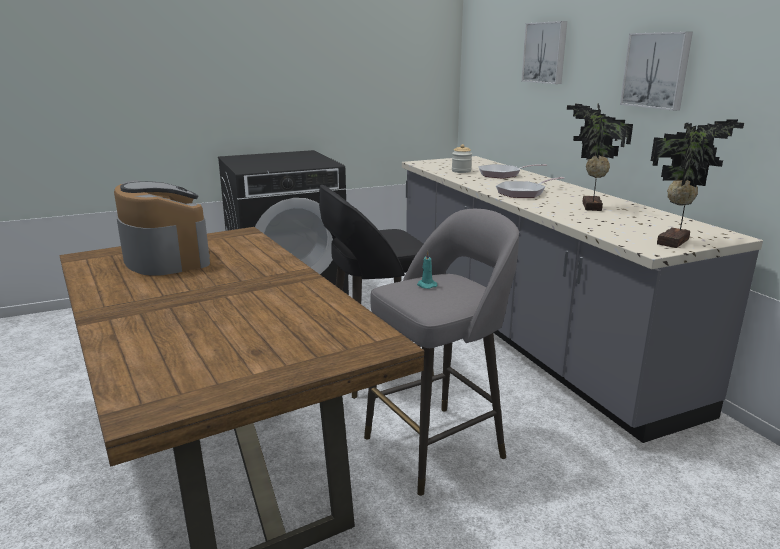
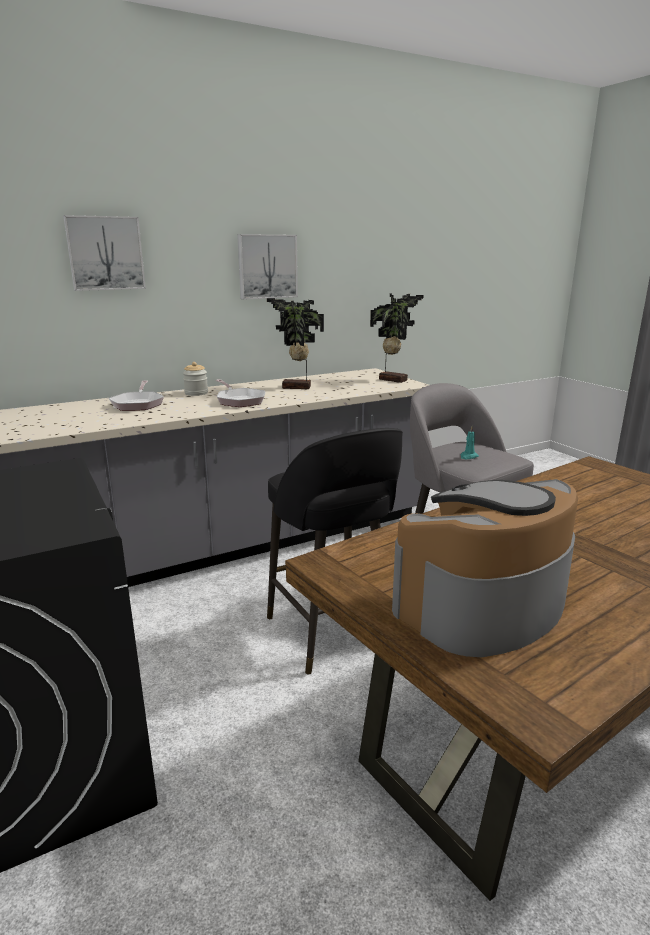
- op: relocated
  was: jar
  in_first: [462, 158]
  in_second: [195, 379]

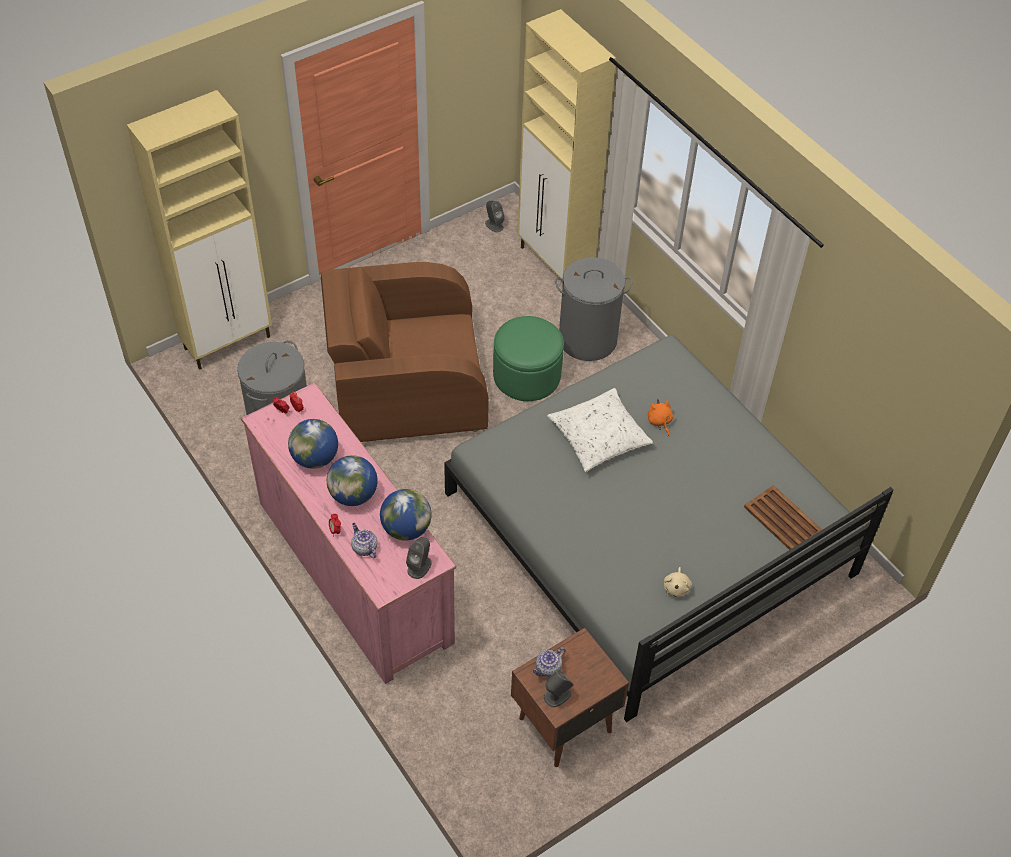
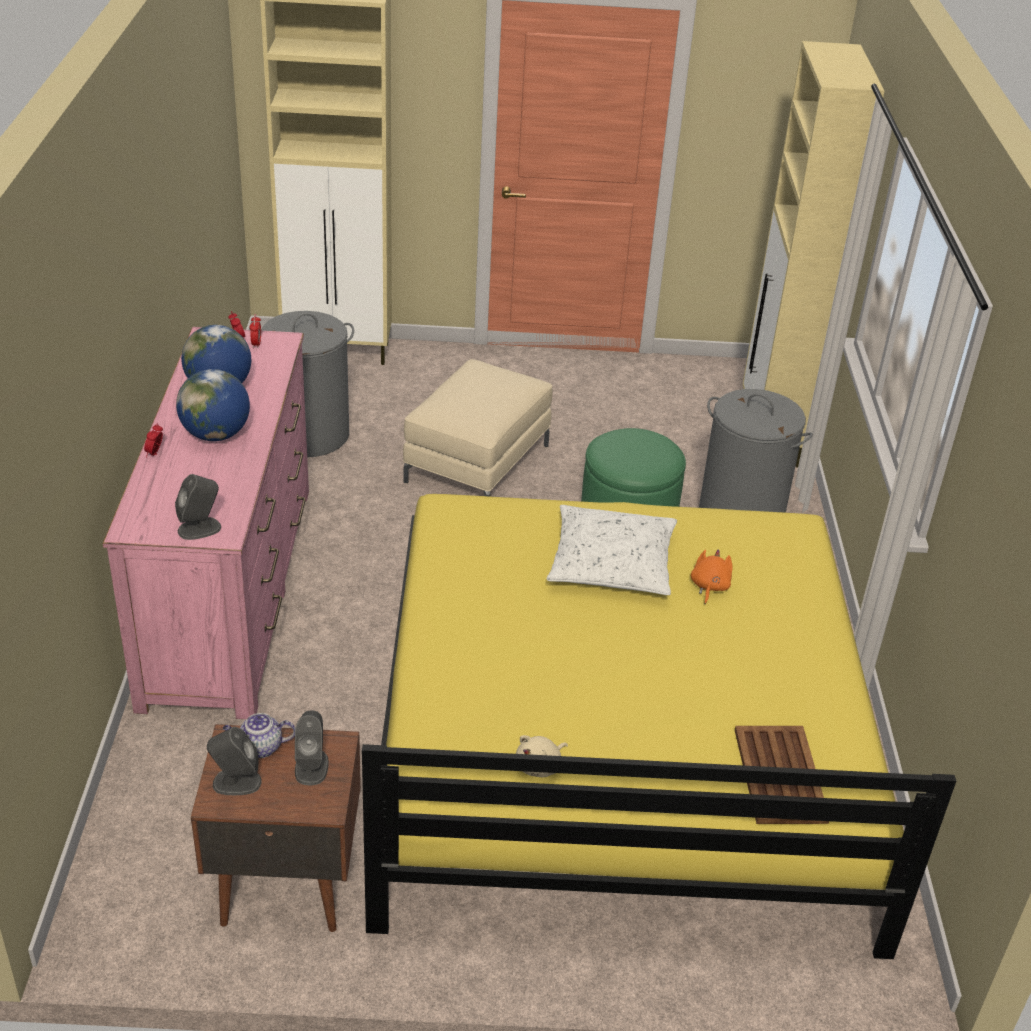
- op: missing
  was: teapot
  in_first: [364, 540]
- op: missing
  was: globe
  in_first: [406, 515]
- op: relocated
  was: speaker (grey)
  in_first: [495, 216]
  in_second: [312, 747]
- op: exchanged
  was: armchair (brown)
  now: ottoman (beige)
  in_first: [405, 352]
  in_second: [477, 427]
- op: colour
  was: bed (grey)
  now: bed (yellow)
  in_first: [669, 528]
  in_second: [659, 726]

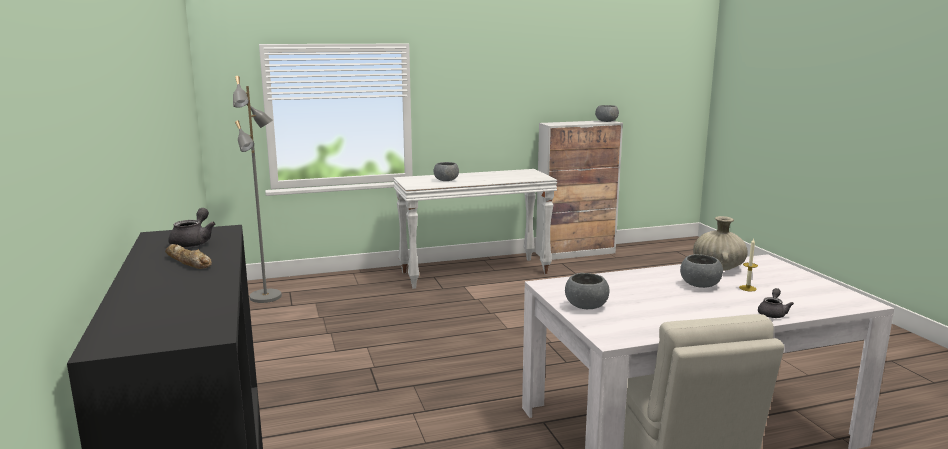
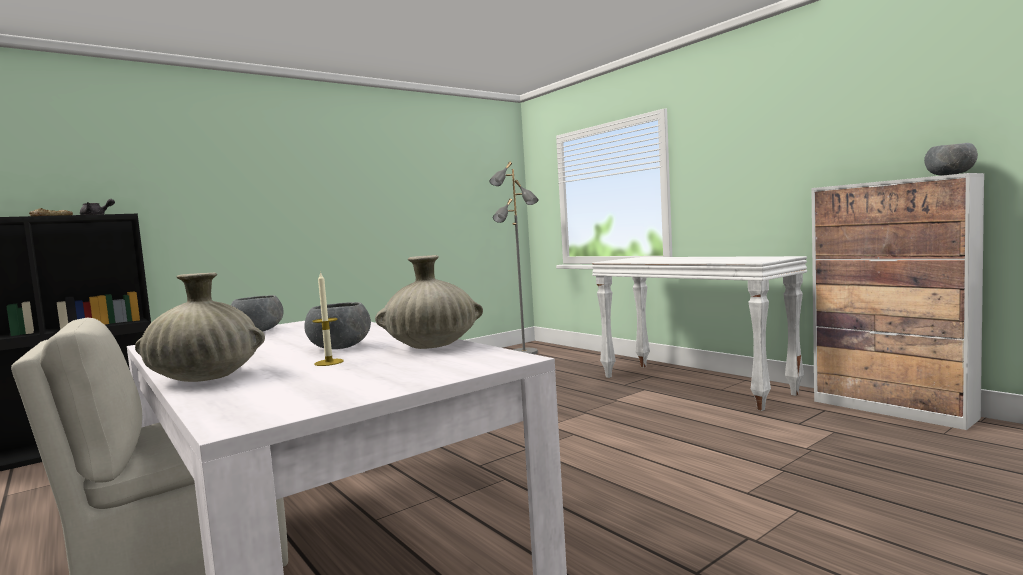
- op: missing
  was: bowl (grey)
  in_first: [446, 171]
- op: exchanged
  was: teapot (grey)
  now: vase (beige)
  in_first: [776, 303]
  in_second: [200, 327]

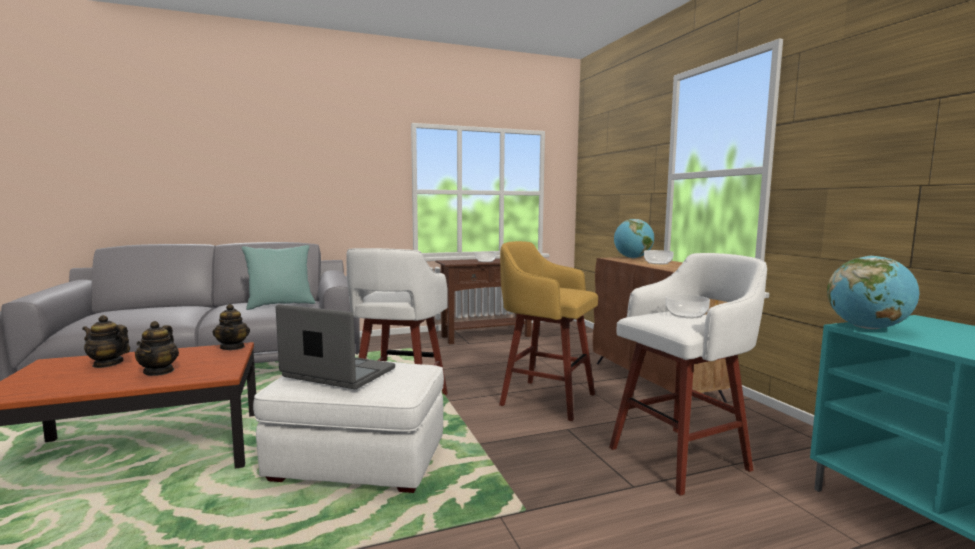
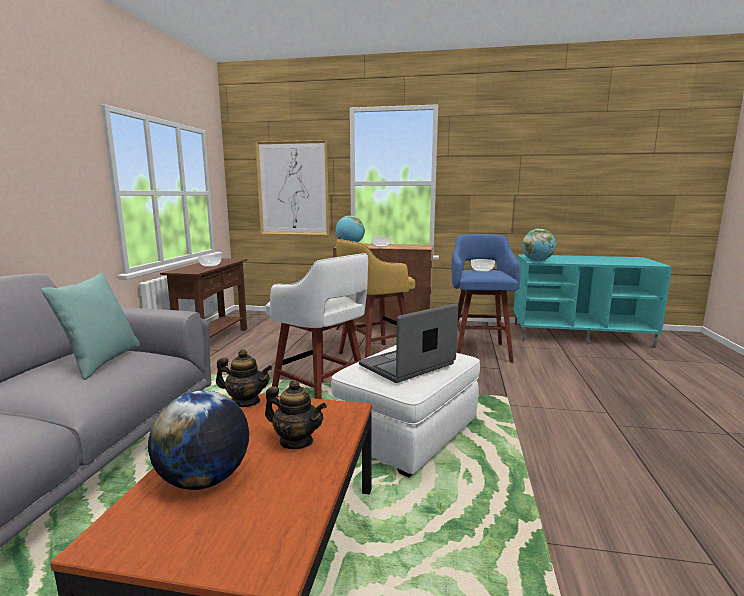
- op: appeared
  now: picture
  in_second: [292, 187]
- op: exchanged
  was: teapot
  now: globe
  in_first: [106, 341]
  in_second: [198, 440]
- op: colour
  was: stool (white)
  now: stool (blue)
  in_first: [688, 374]
  in_second: [486, 298]

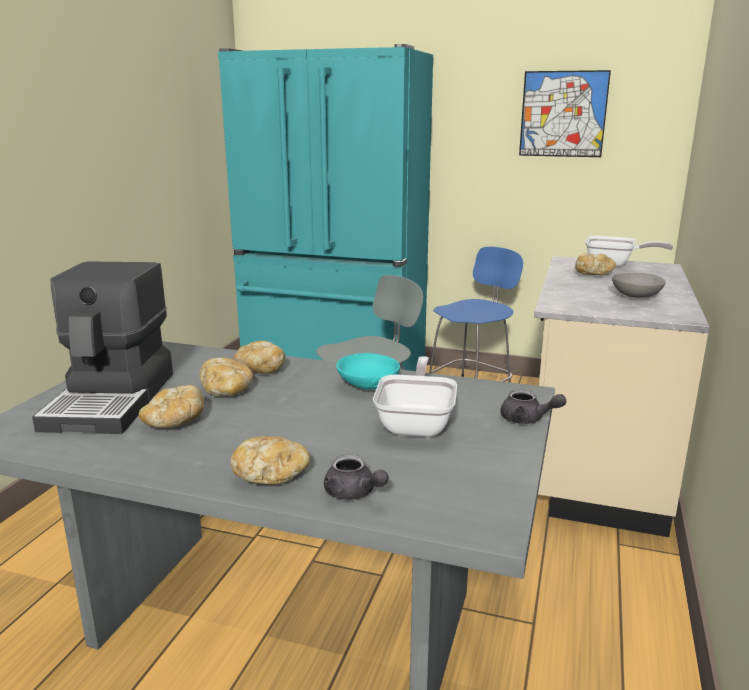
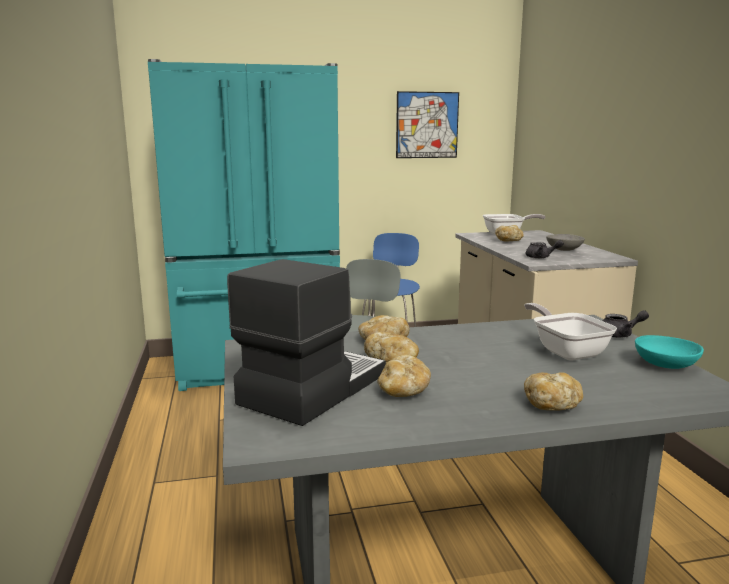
- op: relocated
  was: teapot (grey)
  in_first: [356, 477]
  in_second: [545, 249]
- op: relocated
  was: bowl (turquoise)
  in_first: [368, 371]
  in_second: [669, 352]
- op: spun
  was: coffee machine
  in_first: [102, 347]
  in_second: [306, 342]
  clockwise: -120

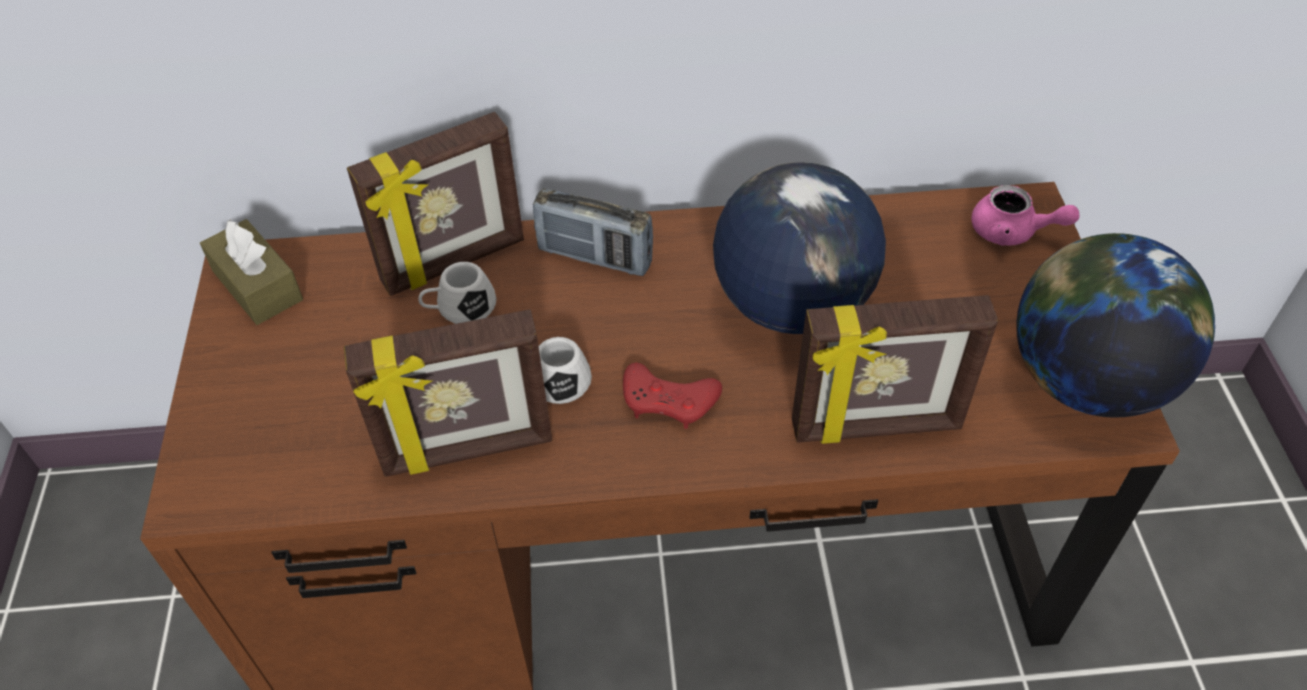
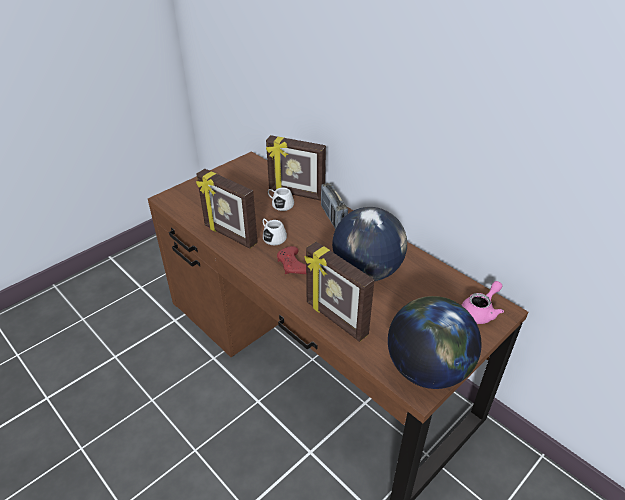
- op: missing
  was: tissue box (brown)
  in_first: [251, 272]
- op: spun
  was: teapot (pink)
  in_first: [1025, 215]
  in_second: [482, 302]
  clockwise: -120

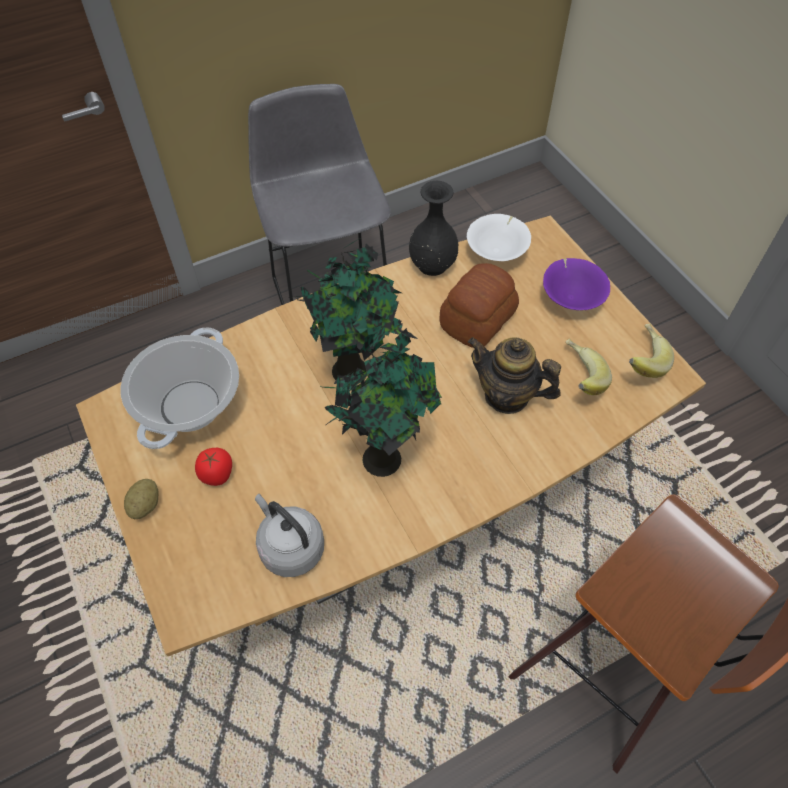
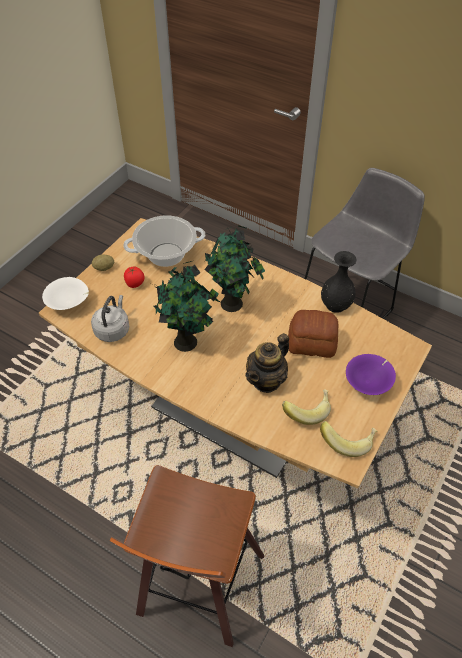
- op: relocated
  was: bowl (white)
  in_first: [499, 237]
  in_second: [65, 293]
- op: spun
  was: teapot
  in_first: [514, 375]
  in_second: [267, 363]
  clockwise: -135

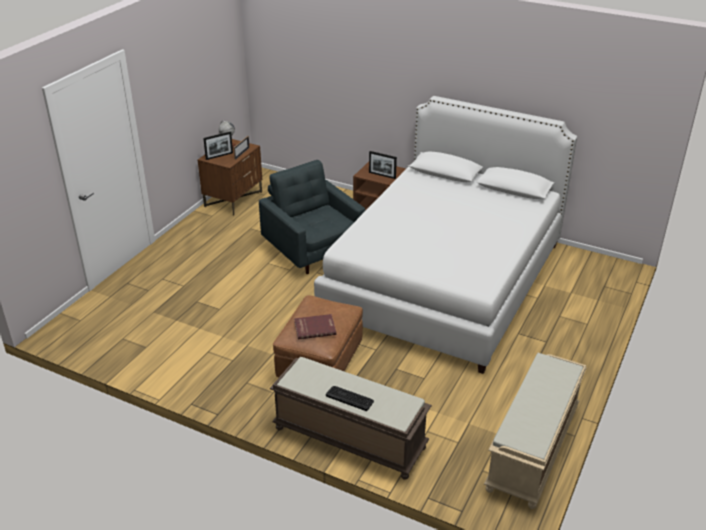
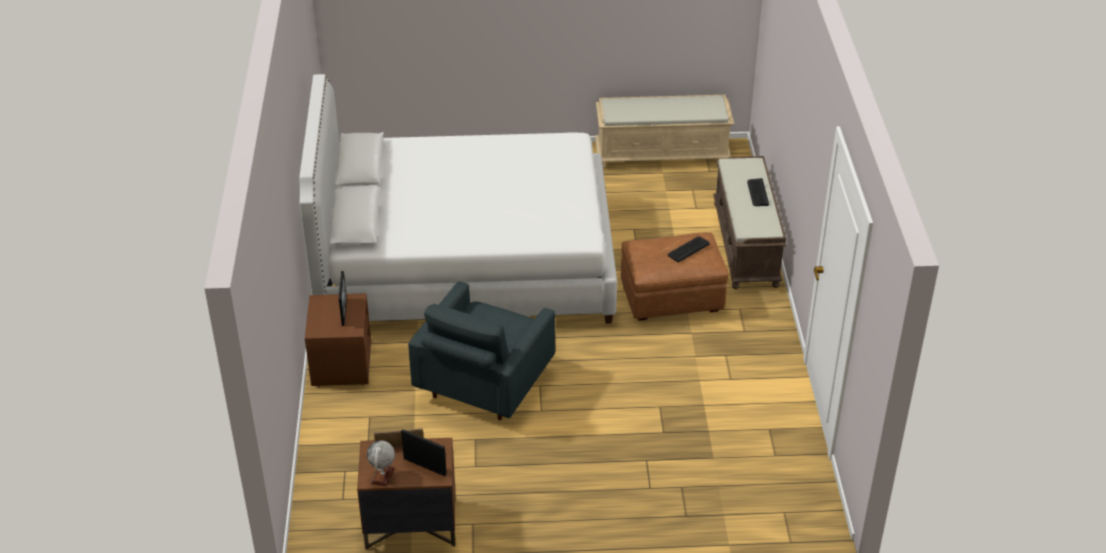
- op: exchanged
  was: book (red)
  now: keyboard
  in_first: [315, 327]
  in_second: [689, 249]

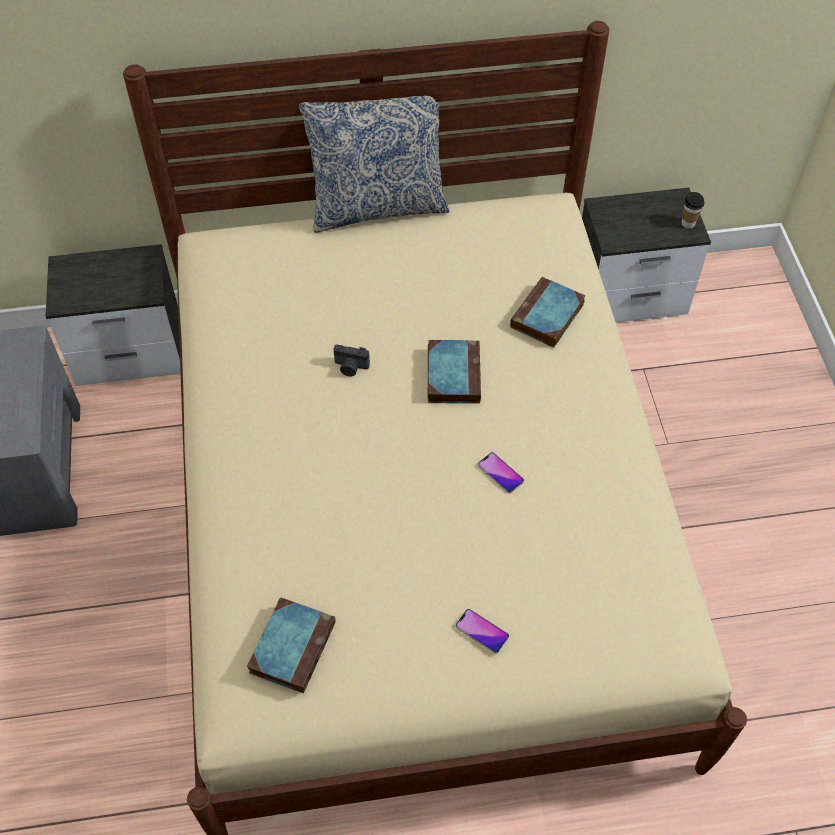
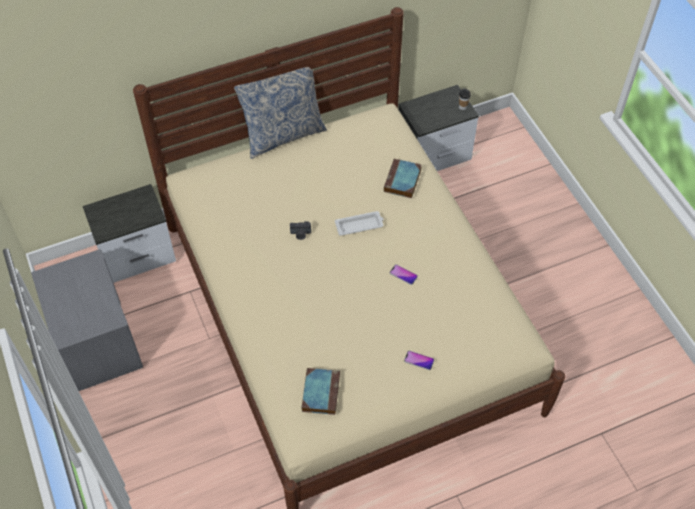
- op: exchanged
  was: book
  now: tray (white)
  in_first: [454, 371]
  in_second: [359, 223]

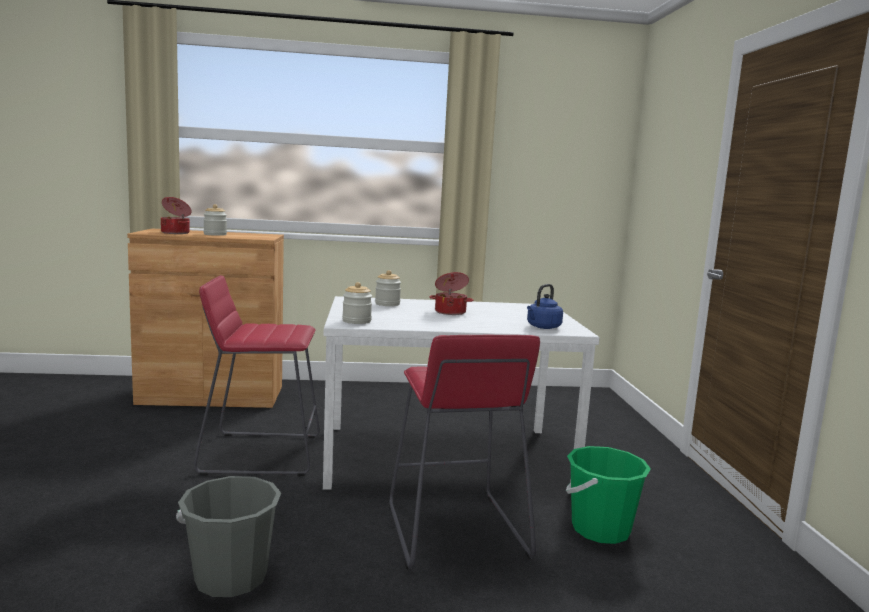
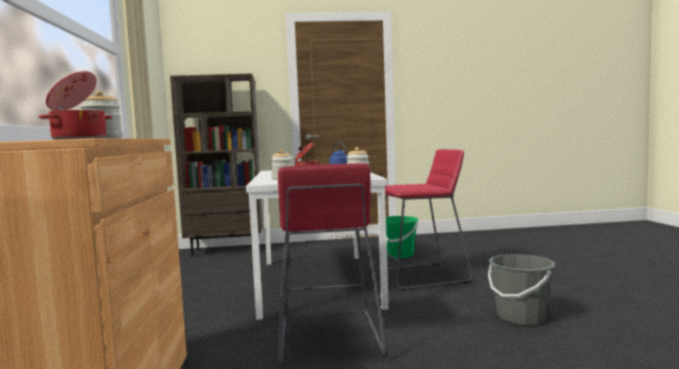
- op: appeared
  now: bookcase (brown)
  in_second: [216, 165]

